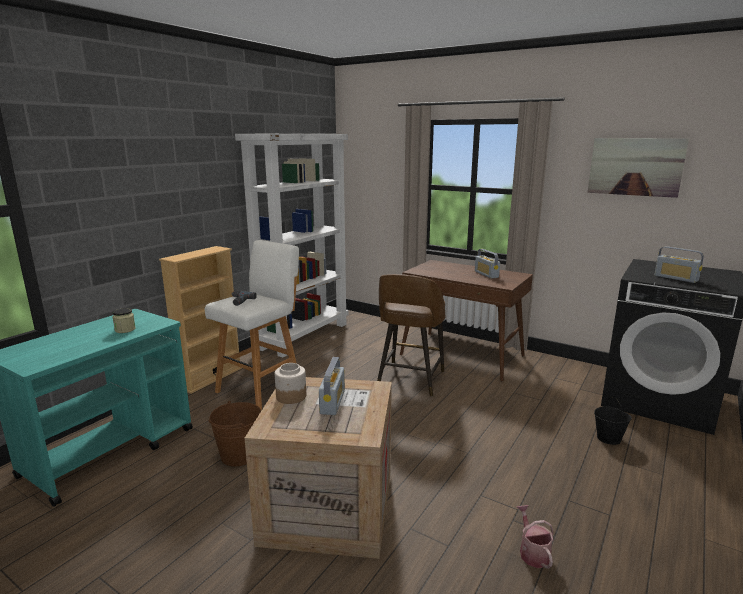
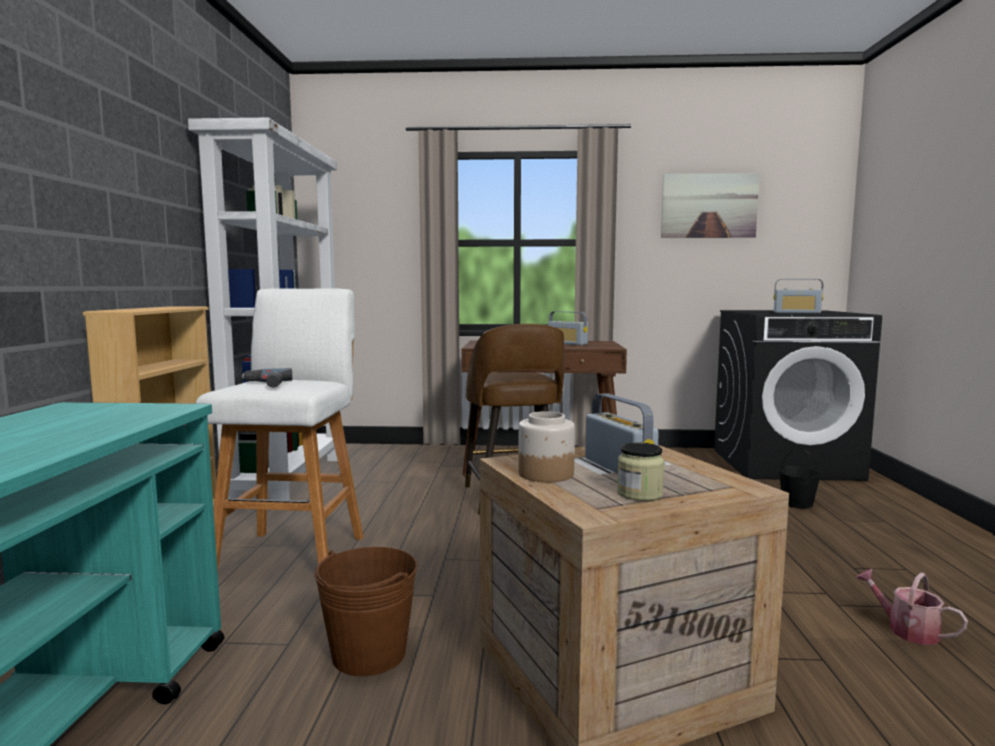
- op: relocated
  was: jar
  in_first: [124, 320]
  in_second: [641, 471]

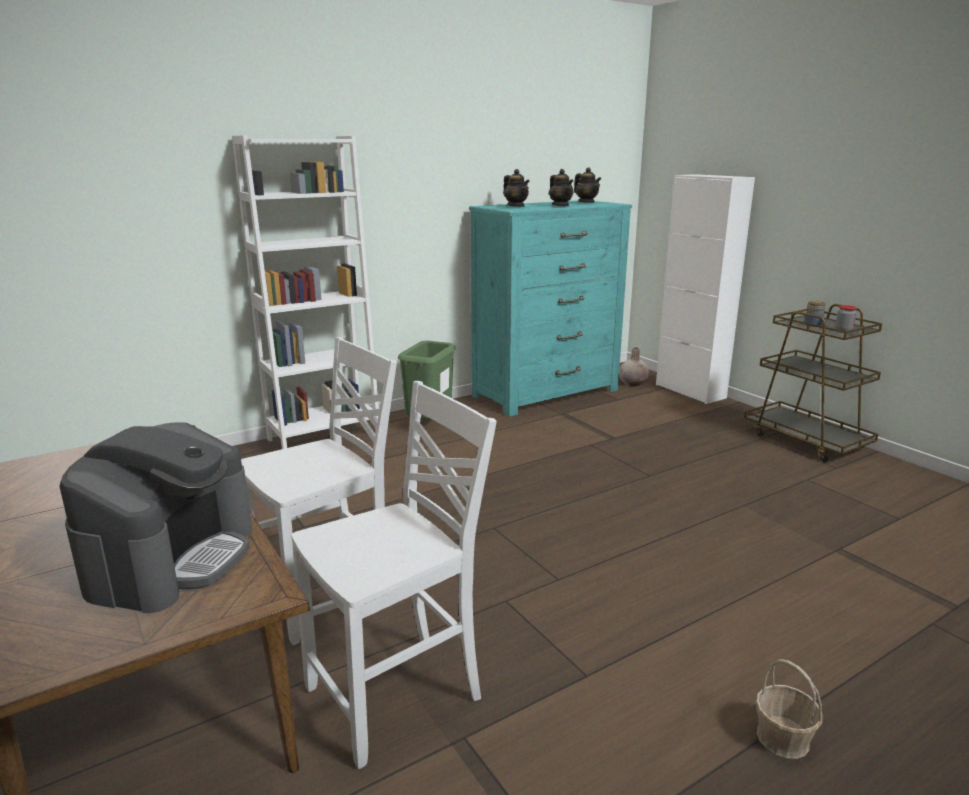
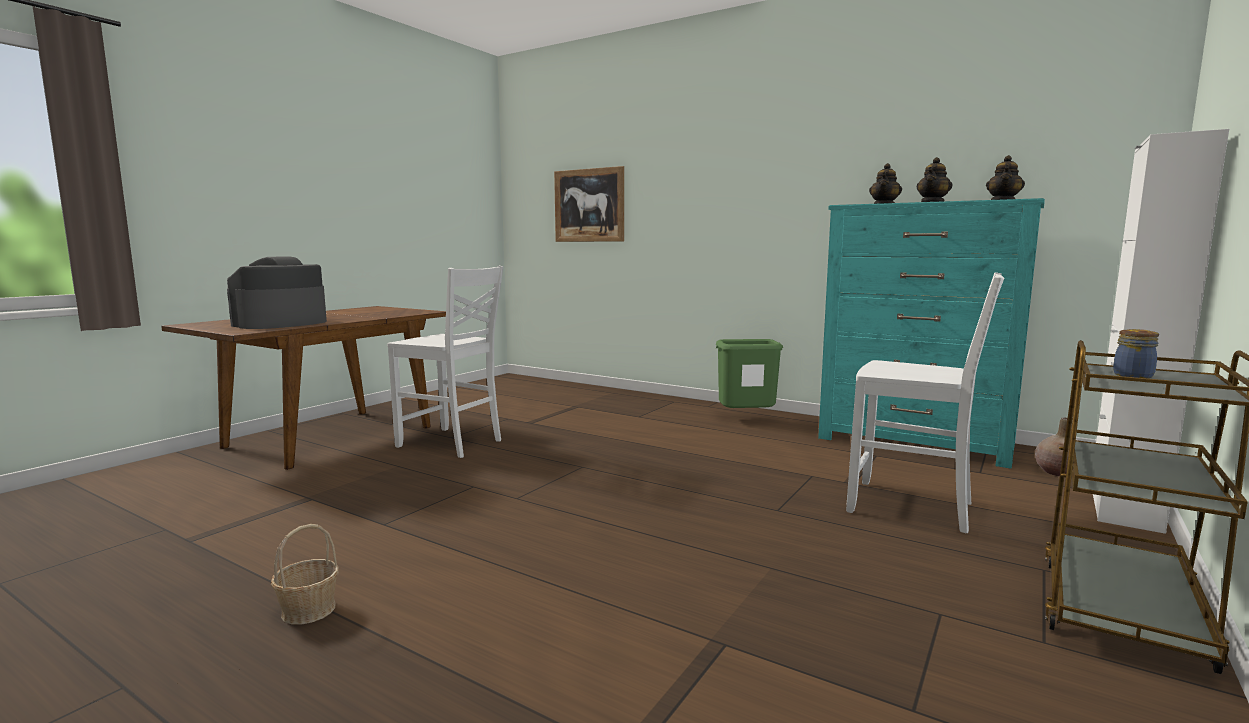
- op: missing
  was: bookcase (white)
  in_first: [305, 292]
- op: missing
  was: jar
  in_first: [846, 318]
- op: appeared
  now: picture
  in_second: [589, 204]
- op: relocated
  was: chair (white)
  in_first: [394, 575]
  in_second: [925, 402]
- op: spun
  was: coffee machine
  in_first: [155, 517]
  in_second: [277, 292]
  clockwise: 135

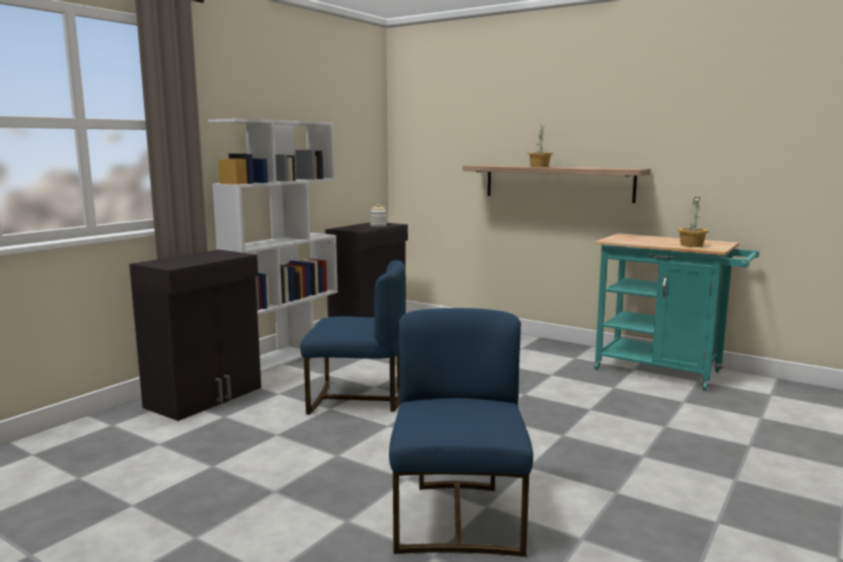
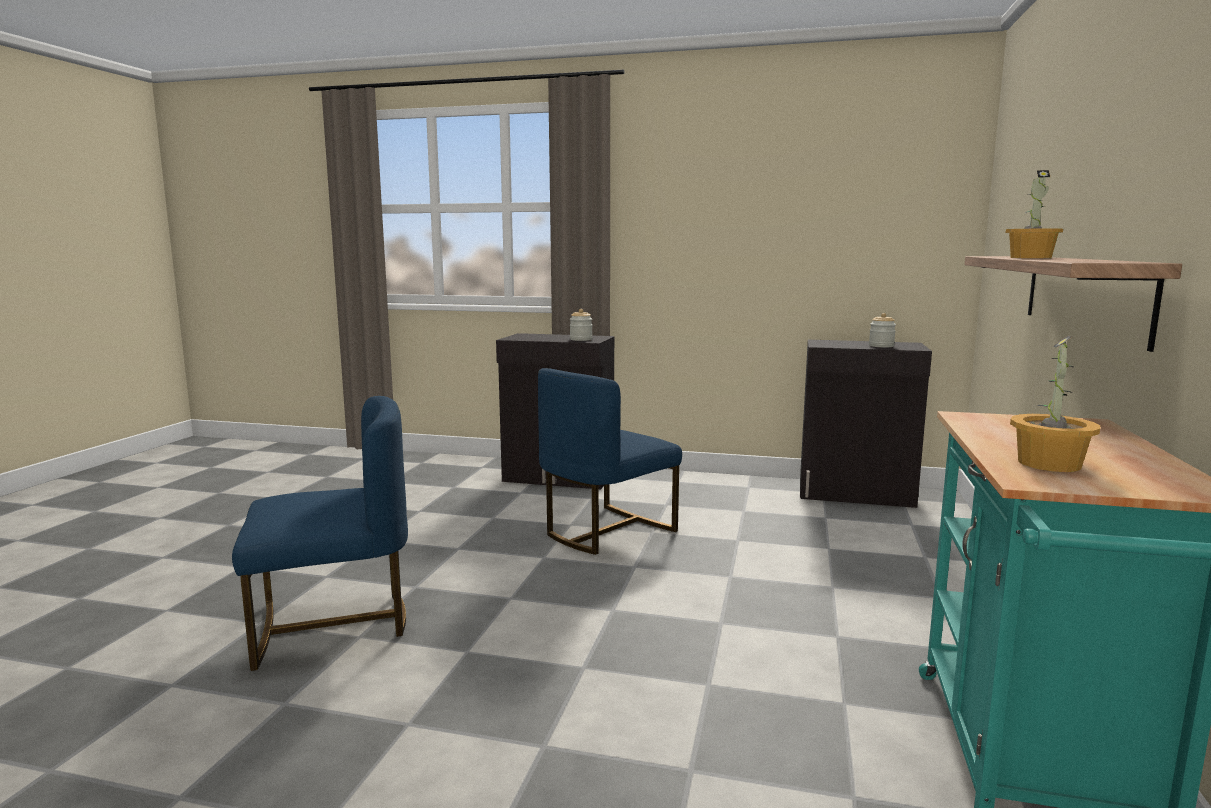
- op: missing
  was: bookcase (white)
  in_first: [273, 246]
- op: appeared
  now: jar
  in_second: [581, 325]
- op: spun
  was: chair (blue)
  in_first: [353, 337]
  in_second: [610, 461]
  clockwise: 60

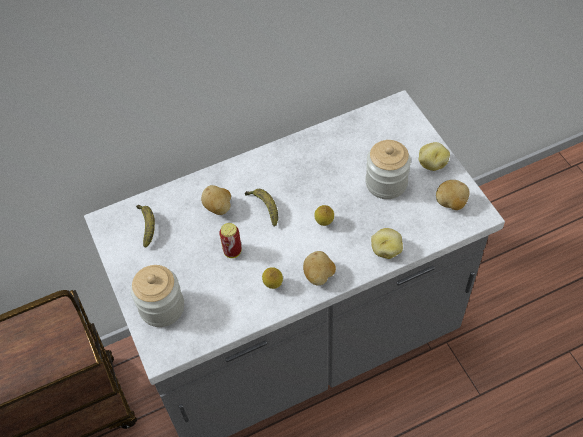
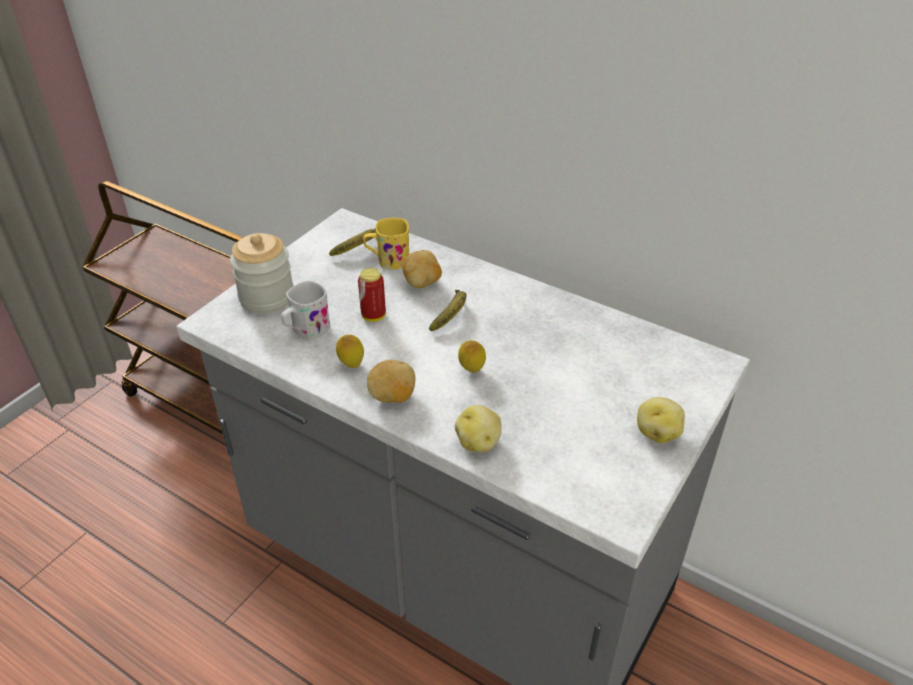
- op: missing
  was: jar
  in_first: [388, 169]
- op: missing
  was: potato
  in_first: [453, 195]
- op: appeared
  now: mug (white)
  in_second: [305, 310]
- op: appeared
  now: mug (yellow)
  in_second: [386, 243]

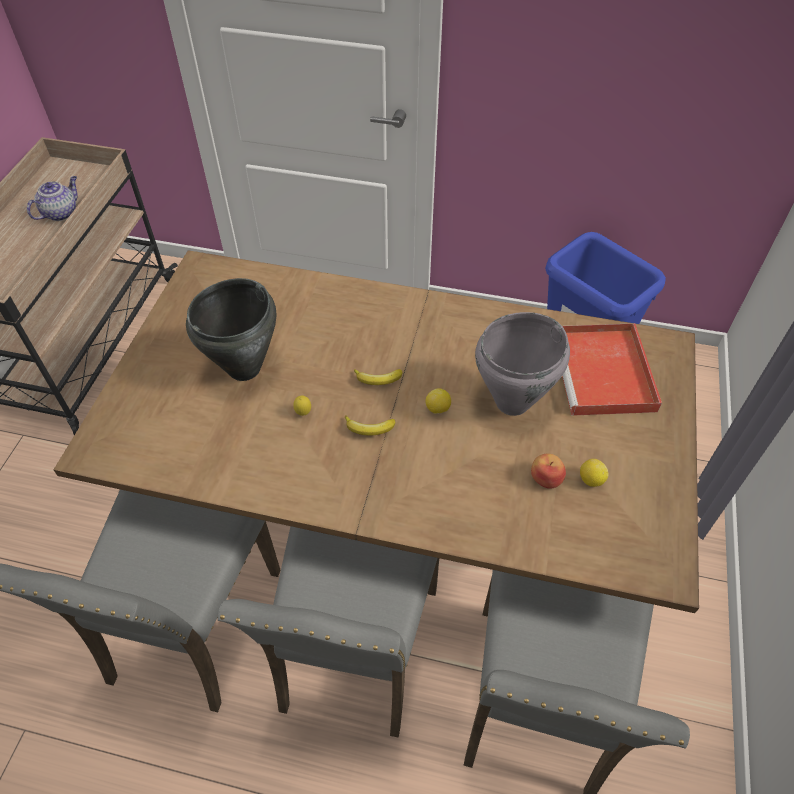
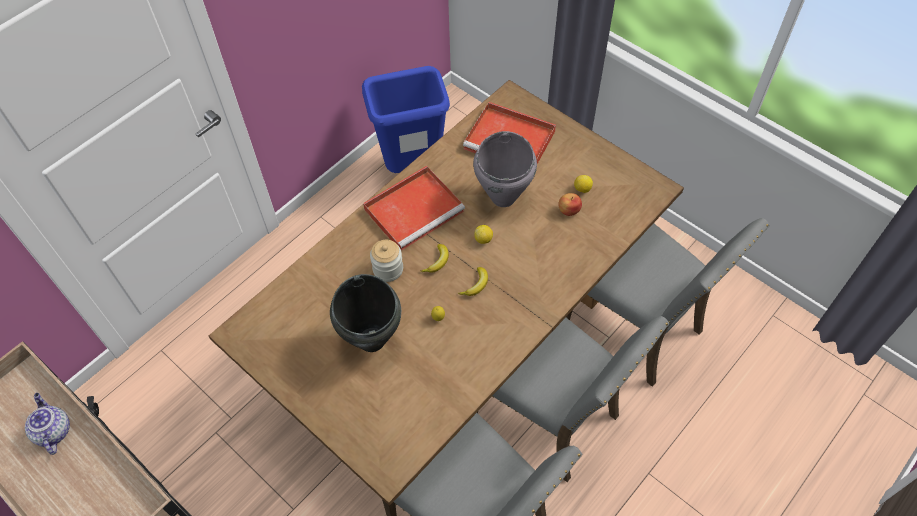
- op: appeared
  now: tray (red)
  in_second: [414, 208]
- op: appeared
  now: jar
  in_second: [386, 261]

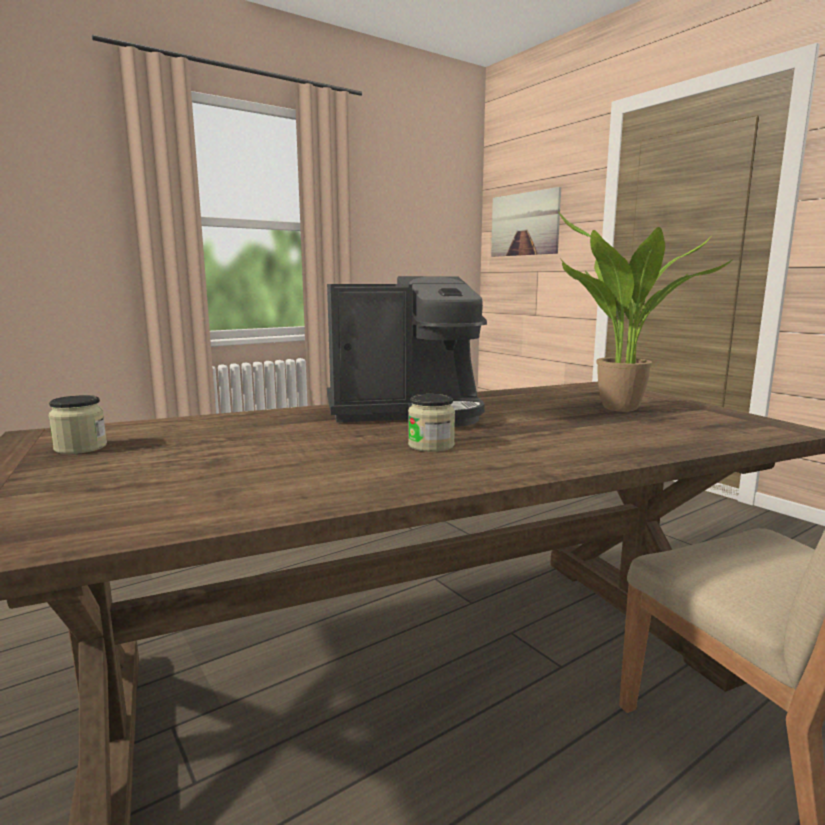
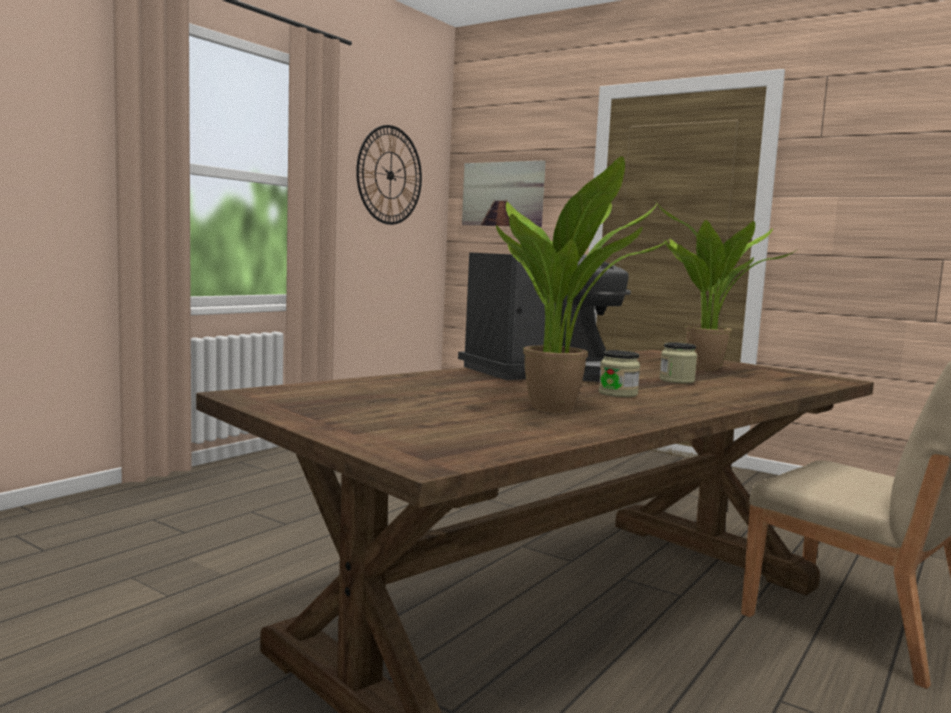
- op: appeared
  now: wall clock
  in_second: [389, 175]
- op: appeared
  now: potted plant
  in_second: [584, 284]
- op: relocated
  was: jar
  in_first: [78, 424]
  in_second: [678, 363]

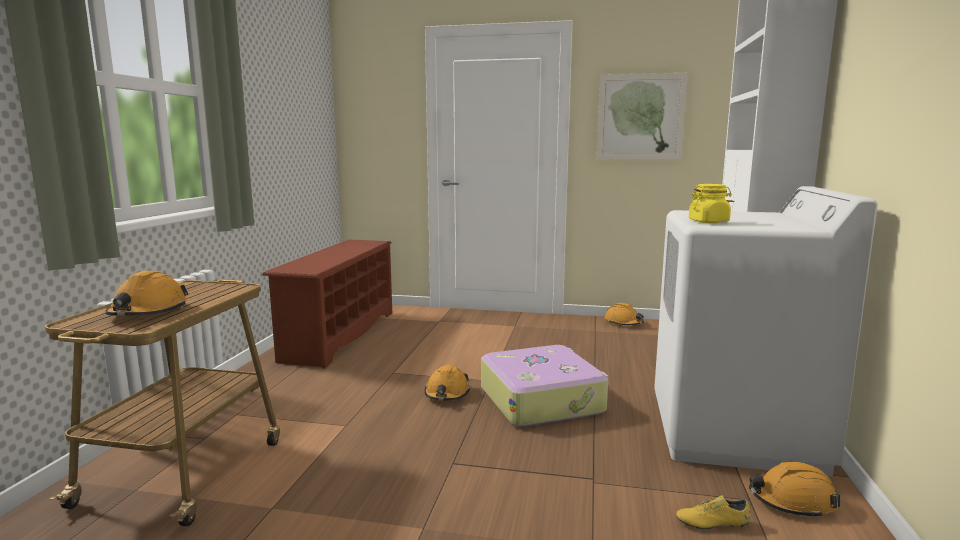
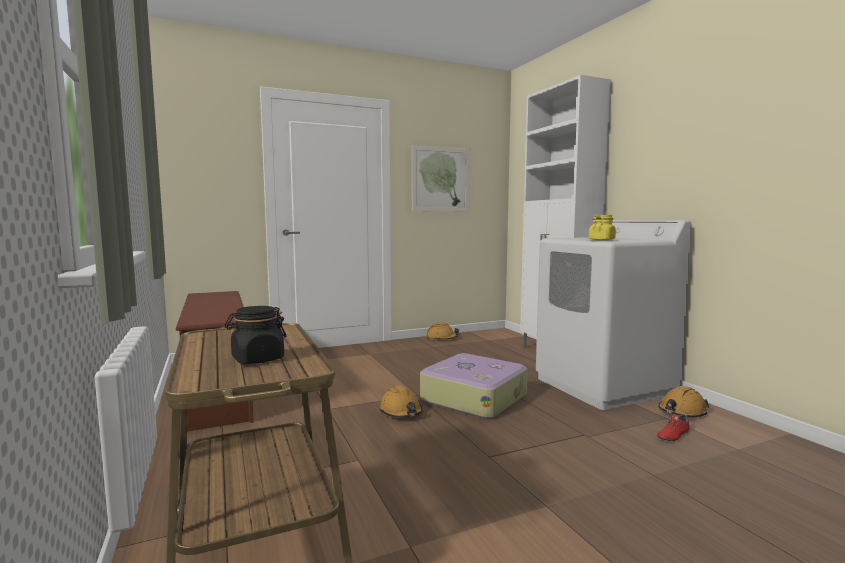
- op: exchanged
  was: hard hat (orange)
  now: jar (black)
  in_first: [147, 293]
  in_second: [255, 335]
- op: colour
  was: shoe (yellow)
  now: shoe (red)
  in_first: [713, 512]
  in_second: [673, 428]

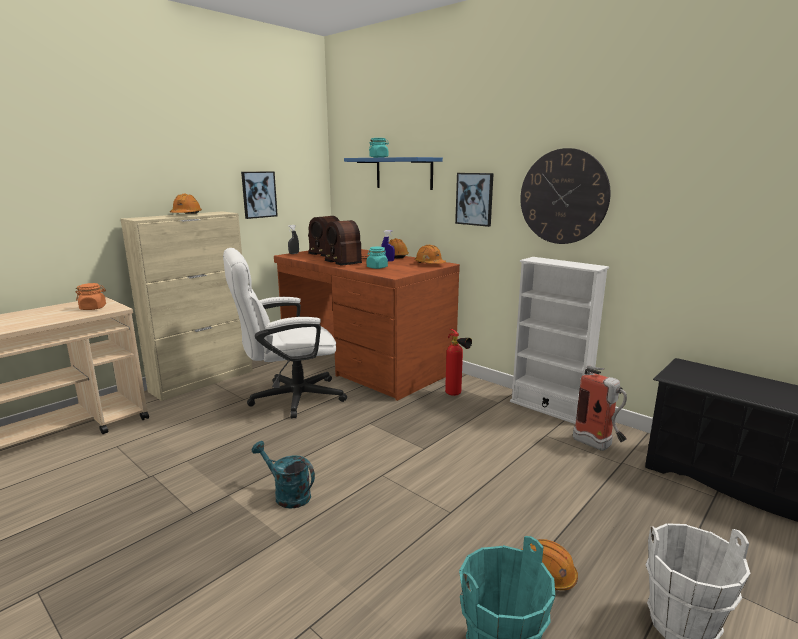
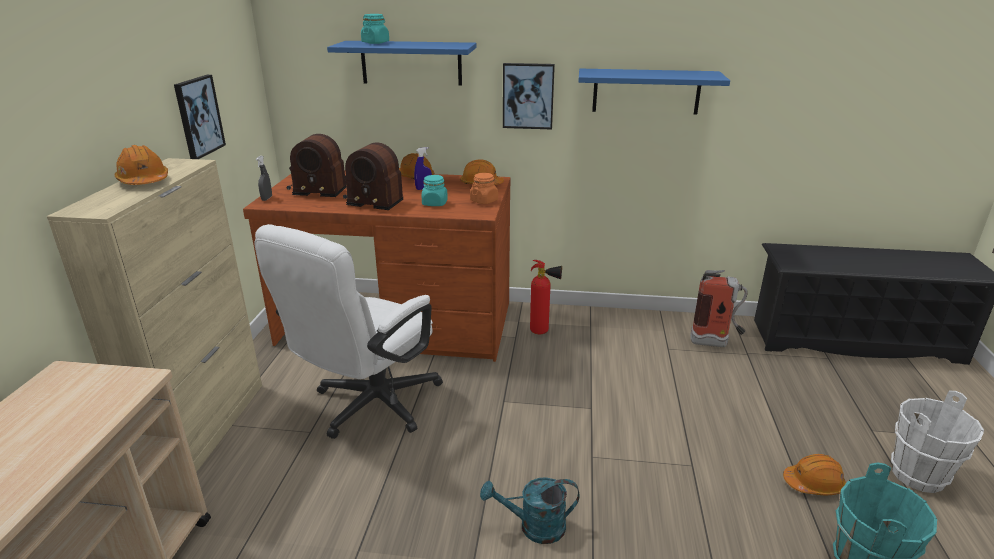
- op: missing
  was: bookcase (white)
  in_first: [559, 340]
- op: relocated
  was: jar (orange)
  in_first: [90, 296]
  in_second: [484, 188]
- op: exchanged
  was: wall clock
  now: shelf (blue)
  in_first: [565, 196]
  in_second: [654, 91]

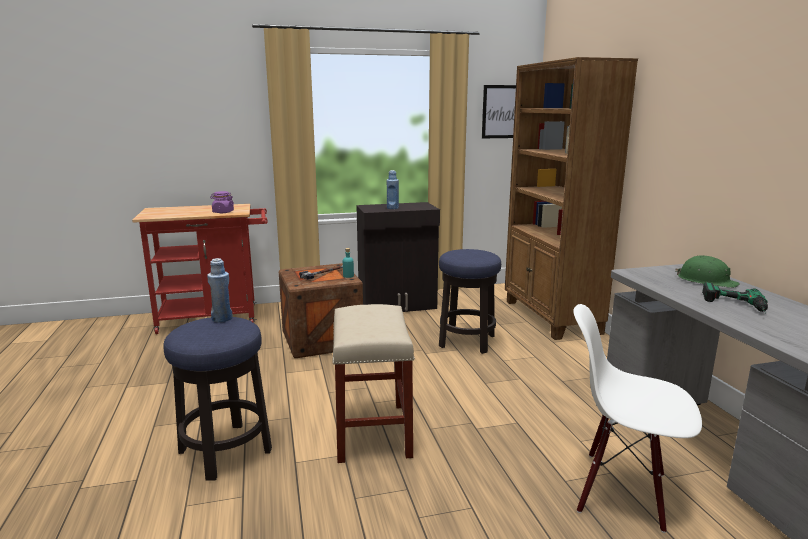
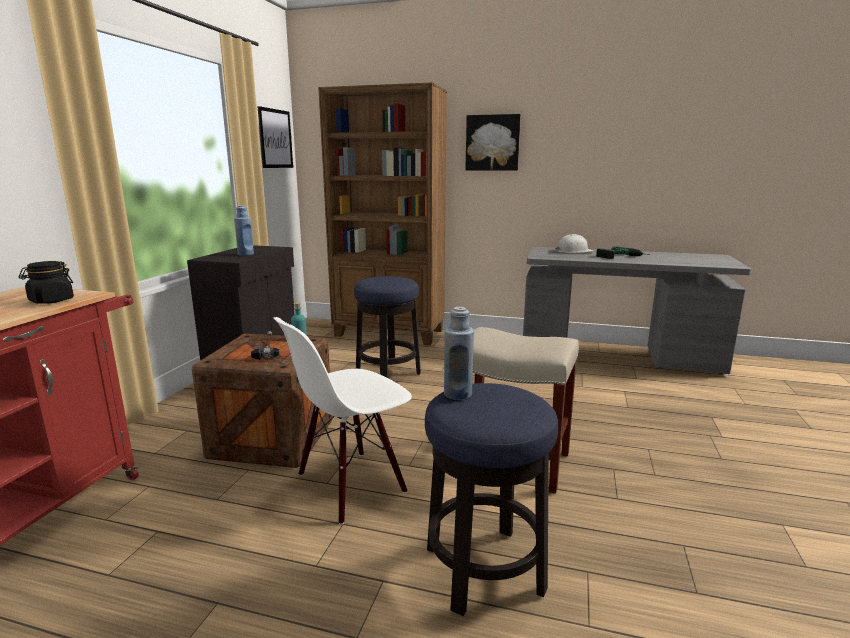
- op: appeared
  now: picture
  in_second: [493, 142]
- op: relocated
  was: chair (white)
  in_first: [637, 418]
  in_second: [342, 421]
- op: colour
  was: jar (purple)
  now: jar (black)
  in_first: [222, 202]
  in_second: [46, 282]
- op: colour
  was: hard hat (green)
  now: hard hat (white)
  in_first: [707, 271]
  in_second: [574, 243]

